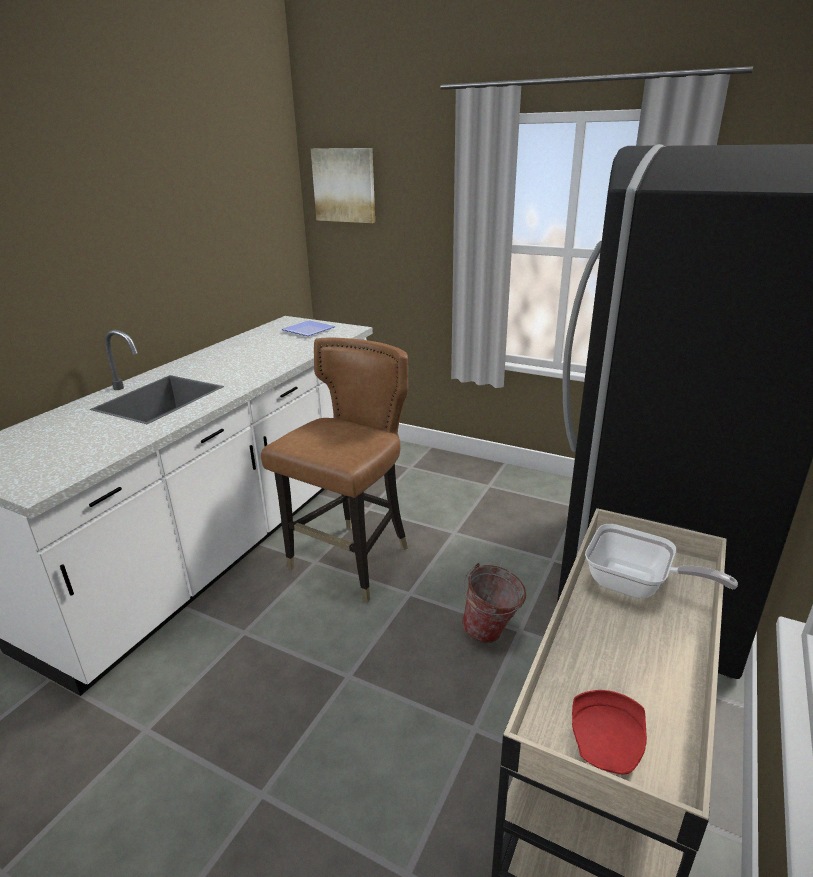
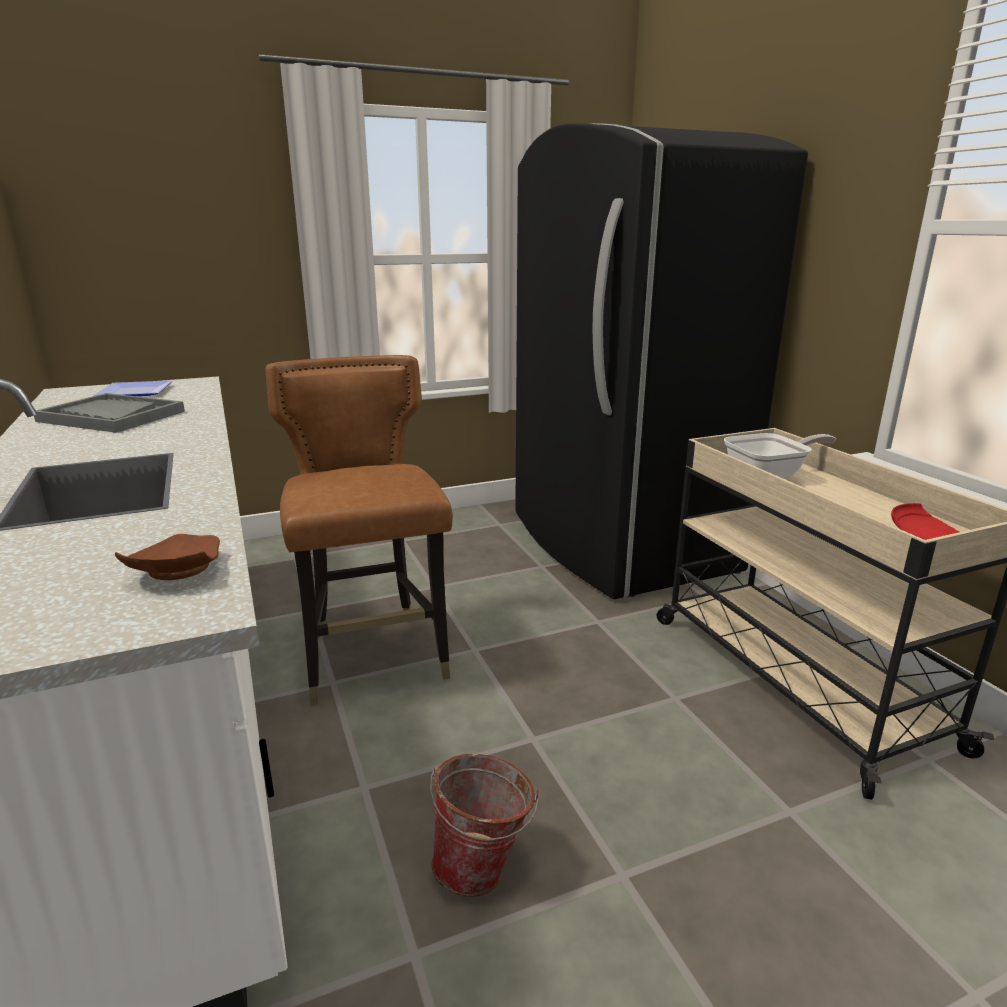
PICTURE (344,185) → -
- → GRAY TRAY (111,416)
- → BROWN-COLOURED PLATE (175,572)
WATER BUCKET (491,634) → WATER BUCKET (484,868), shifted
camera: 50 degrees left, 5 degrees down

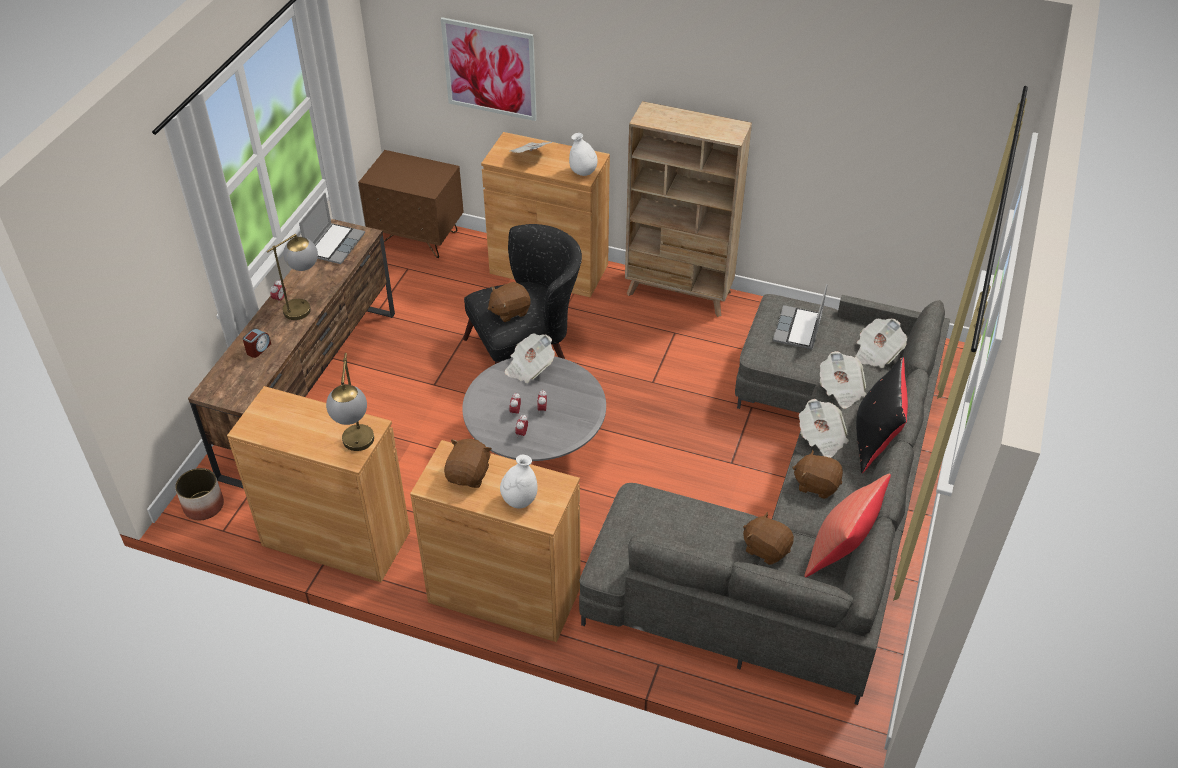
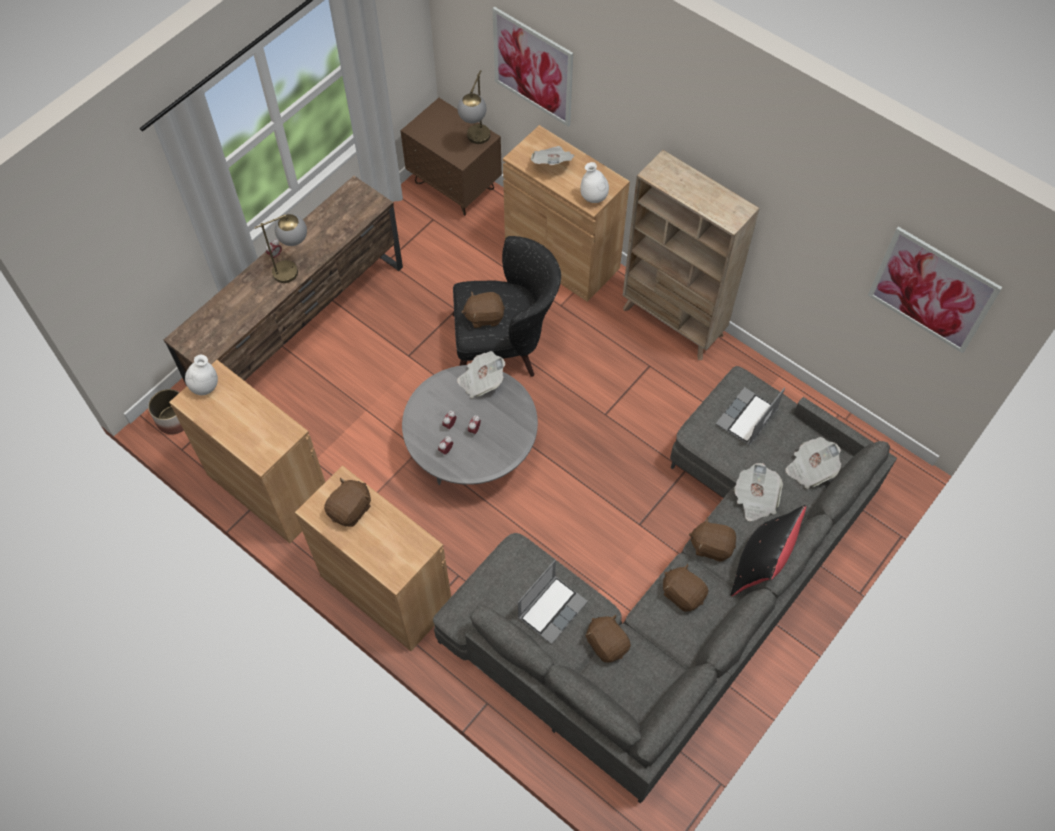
BEDSIDE CLOCK (258,349) → -
REDDISH PILLOW (840,550) → -
- → PICTURE (932,290)
NOTEBOOK COMPUTER (335,244) → NOTEBOOK COMPUTER (552,609), shifted
TABLETOP LAMP (358,448) → TABLETOP LAMP (476,142), shifted
WHITISH VASE (519,500) → WHITISH VASE (205,387), shifted
DAILY PAPER (821,438) → BROWN-COLOURED SOFT TOY (711,546)
camera: 20 degrees right, 15 degrees up

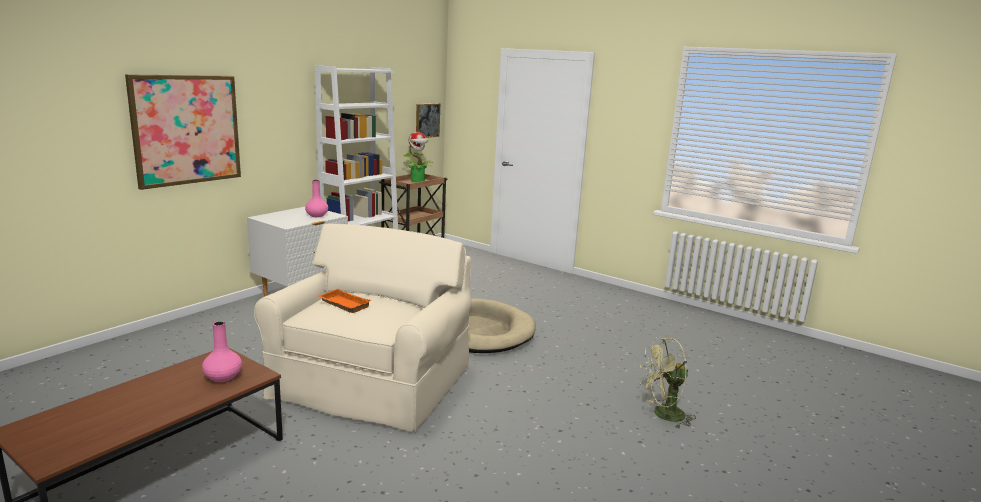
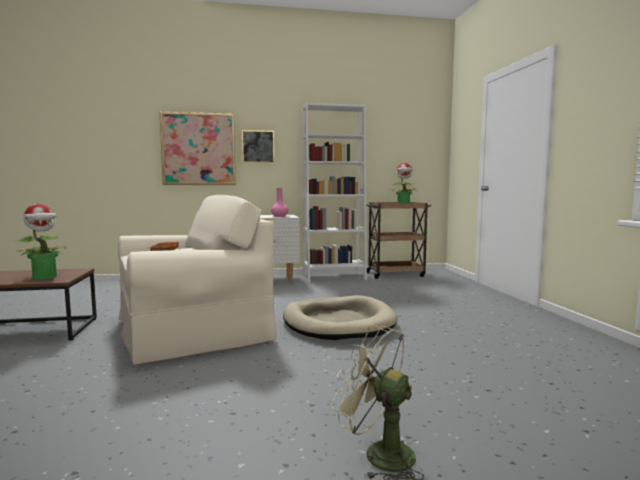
PICTURE (427,120) → PICTURE (258,146), shifted
PINKISH VASE (223,377) → PLANT IN A POT (45,277)
camera: 45 degrees right, 10 degrees down

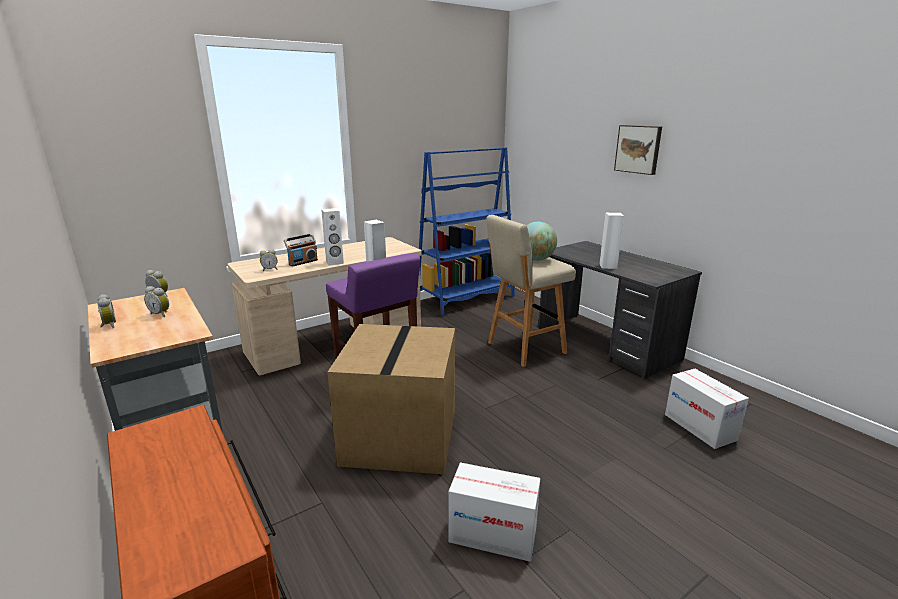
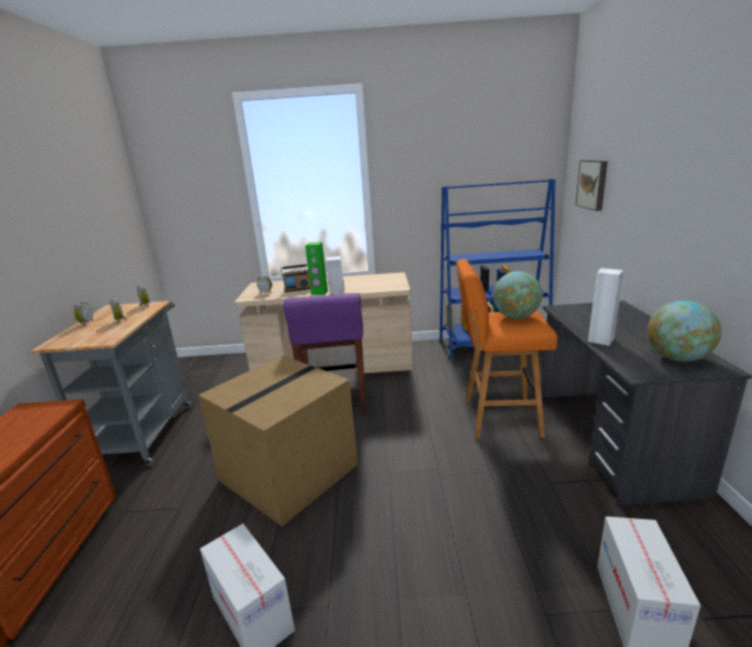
- → GLOBE (677,358)
PICTURE (638,149) → PICTURE (593,184), shifted
WHITISH LOUDSPEAKER (335,262) → GREEN LOUDSPEAKER (319,293)
SAND-COLOURED STOOL SEAT (524,348) → ORANGE STOOL SEAT (498,417)
camera: 35 degrees right, 0 degrees up

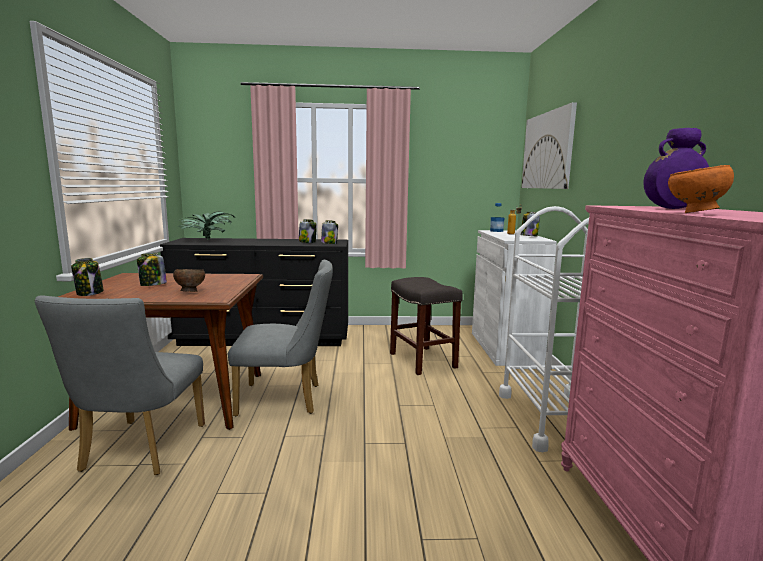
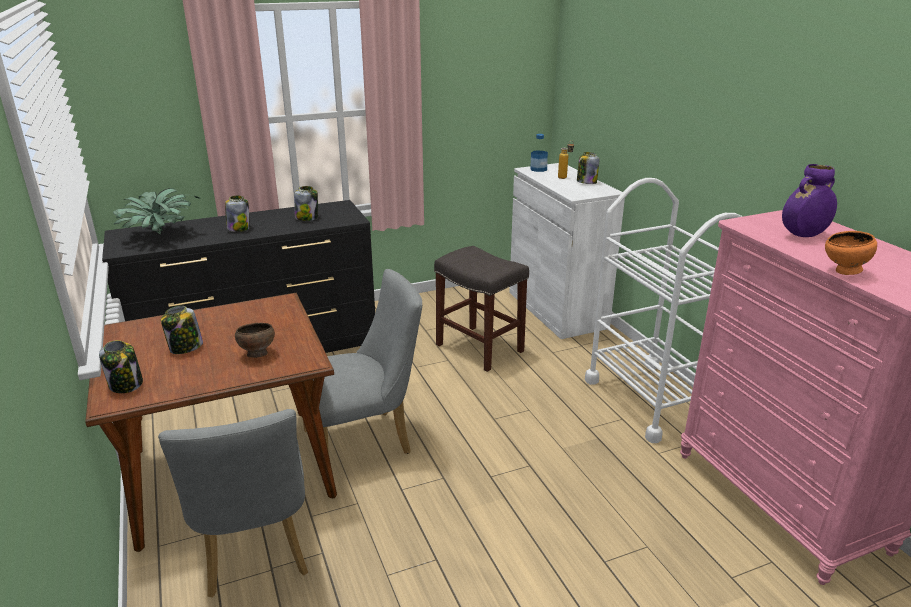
PICTURE (547,151) → -
STORAGE JAR (329,243) → STORAGE JAR (239,228), shifted
camera: 20 degrees left, 15 degrees up

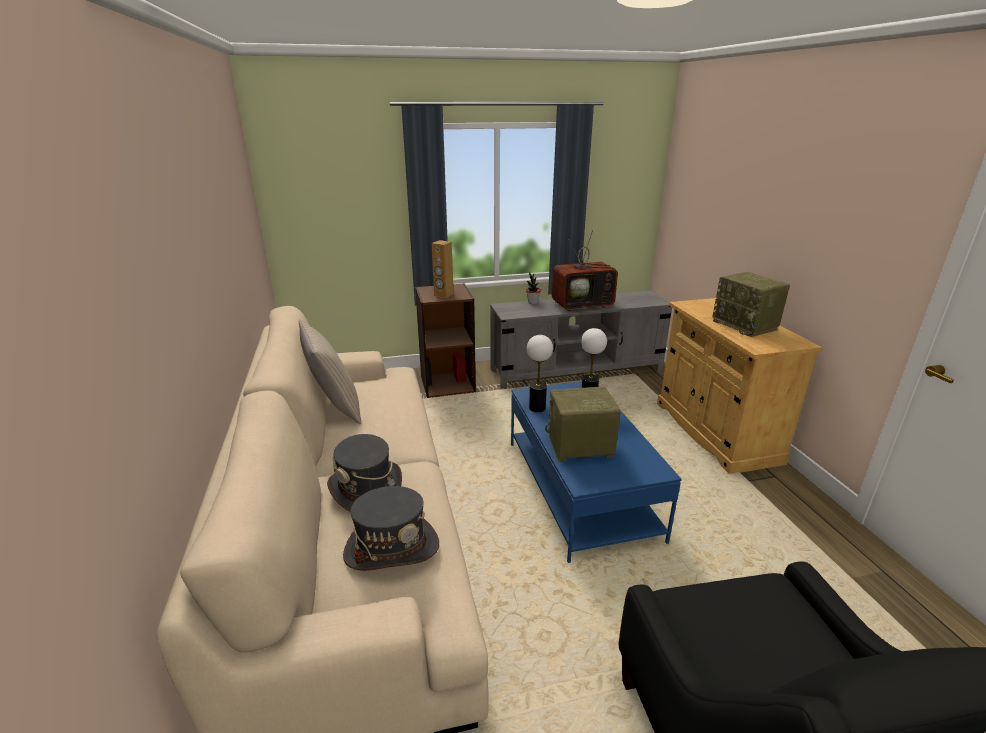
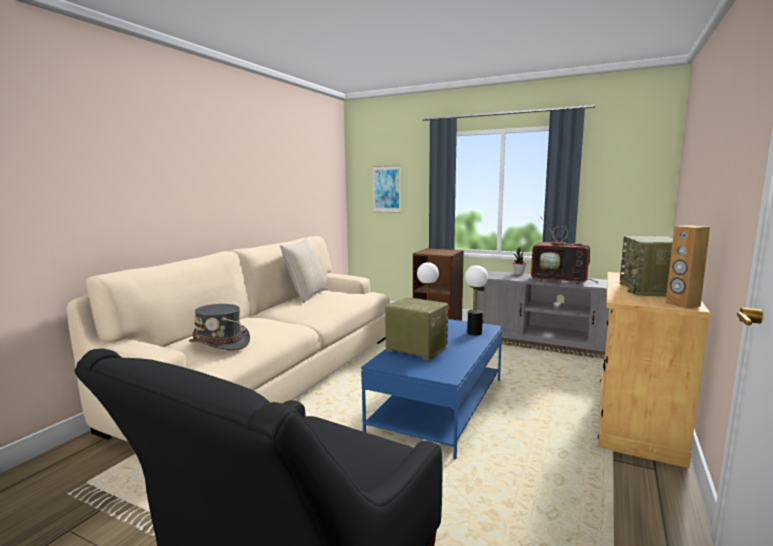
GRAY WEARABLE HAT (366,490) → -
- → PICTURE (386,189)
BROWN-COLOURED LOUDSPEAKER (443,295) → BROWN-COLOURED LOUDSPEAKER (682,304), shifted
camera: 40 degrees right, 15 degrees down

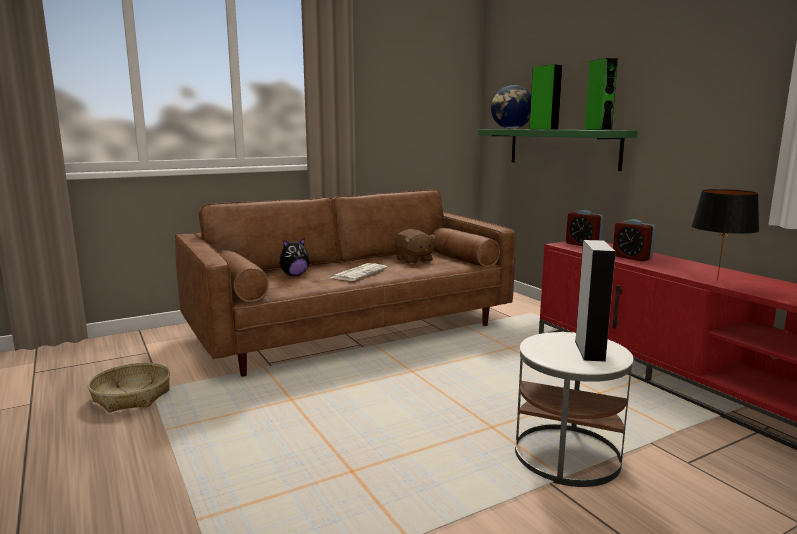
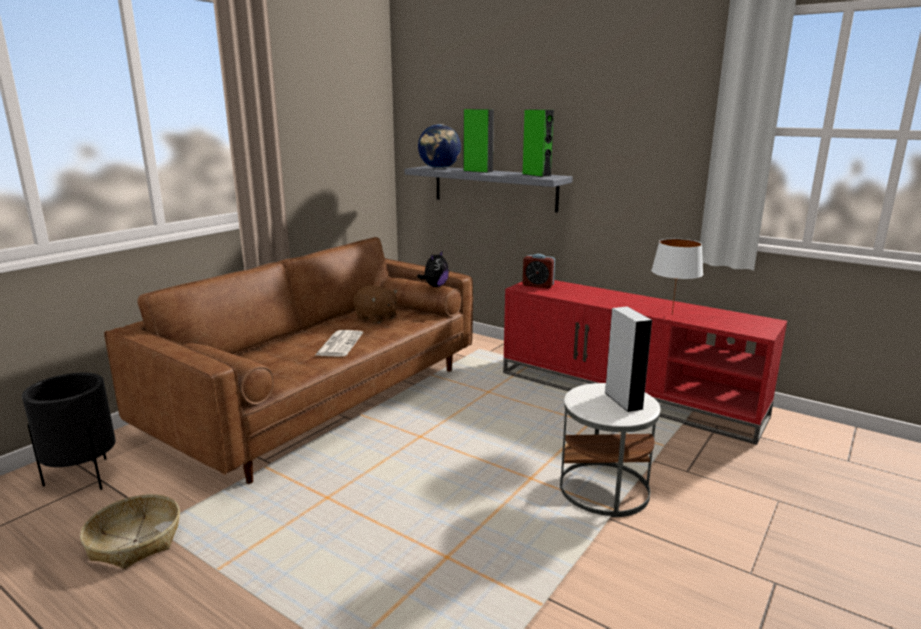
BEDSIDE CLOCK (632,257) → -
- → BLACKISH FLOWER POT (84,477)
SOFT TOY (294,275) → SOFT TOY (435,286), shifted
GREEN WALL SHELF (562,148) → GRAY WALL SHELF (494,188)
BLACKISH TABLETOP LAMP (718,280) → WHITISH TABLETOP LAMP (672,314)
camera: 25 degrees left, 5 degrees up

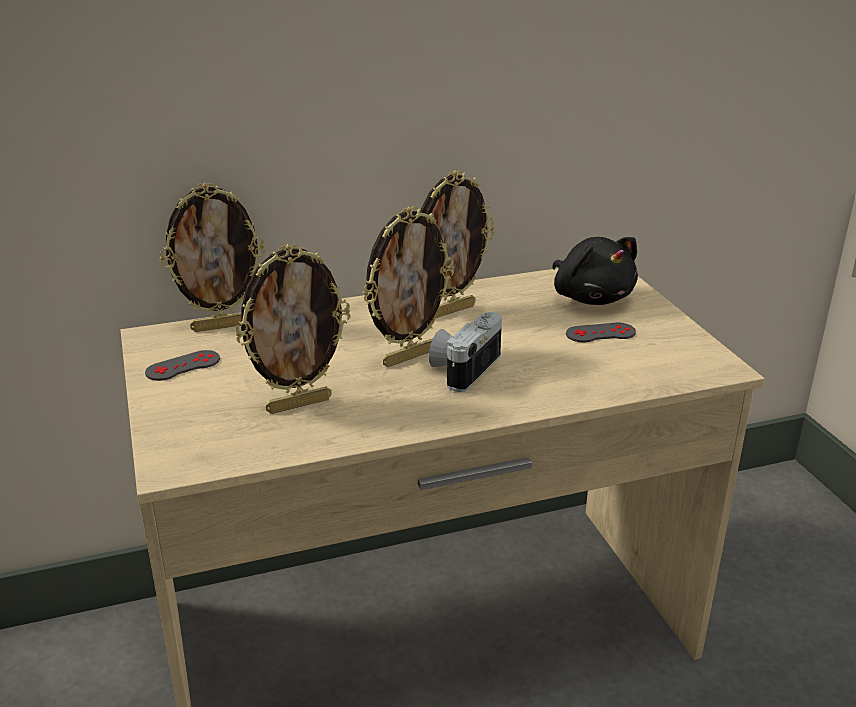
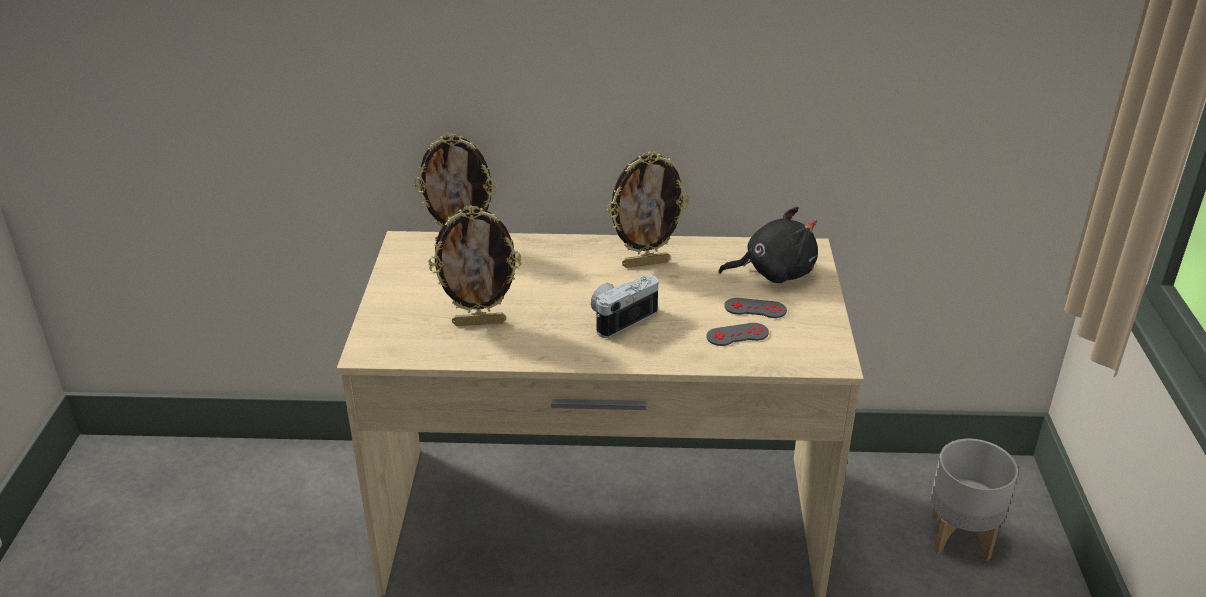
PICTURE FRAME (408,357) → -
- → GRAY FLOWER POT (961,537)
GRAY GAMEPAD (183,366) → GRAY GAMEPAD (737,335), shifted
BLACKISH SOFT TOY (591,297) → BLACKISH SOFT TOY (774,272), 90 degrees counterclockwise
camera: 20 degrees right, 5 degrees up

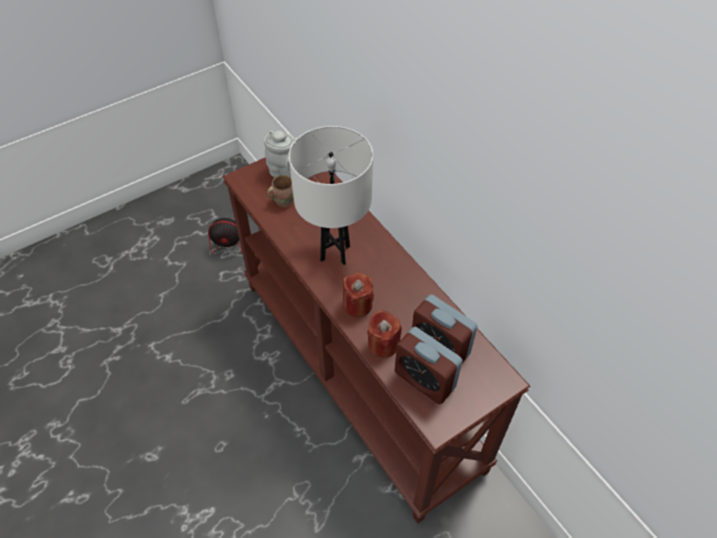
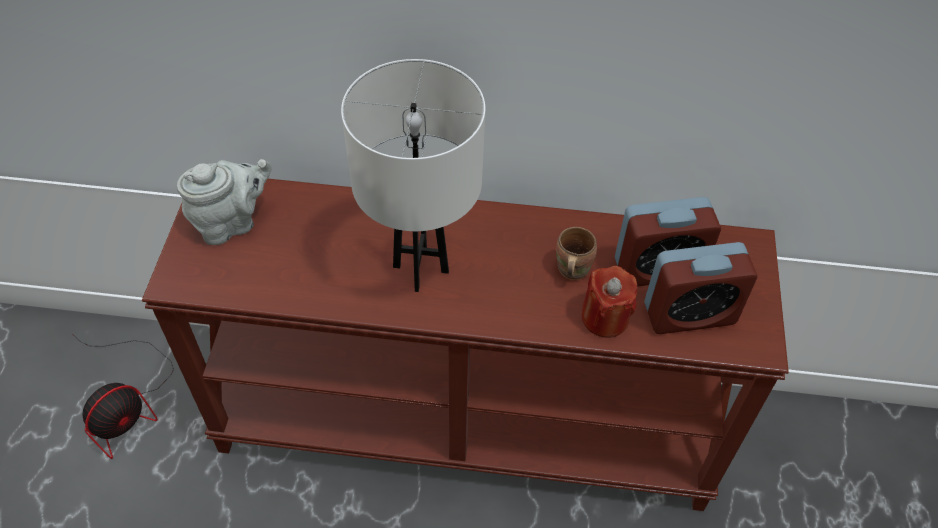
REDDISH WAX CANDLE (357,305) → -
BROWN-COLOURED MUG (282,200) → BROWN-COLOURED MUG (570,270), shifted
camera: 50 degrees left, 0 degrees up

